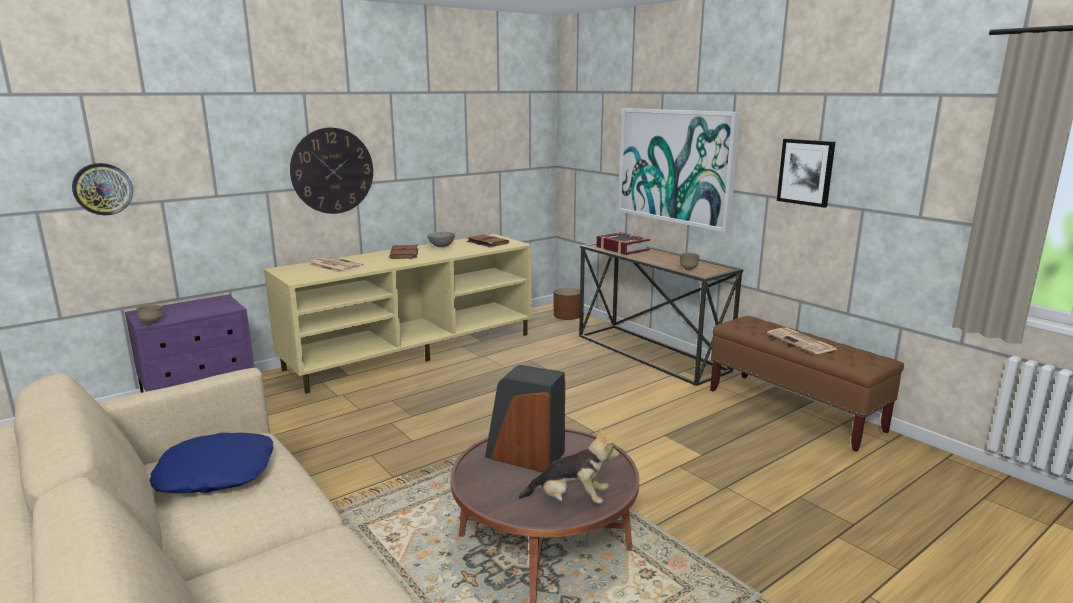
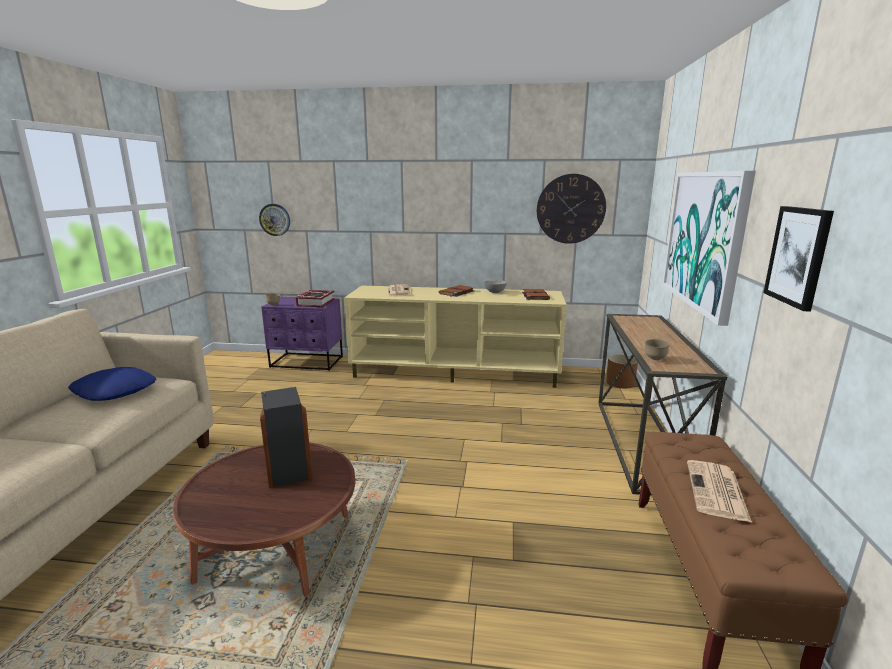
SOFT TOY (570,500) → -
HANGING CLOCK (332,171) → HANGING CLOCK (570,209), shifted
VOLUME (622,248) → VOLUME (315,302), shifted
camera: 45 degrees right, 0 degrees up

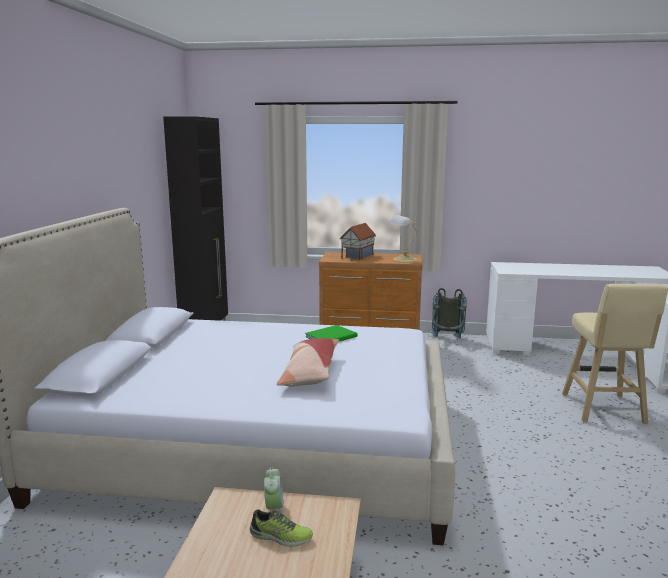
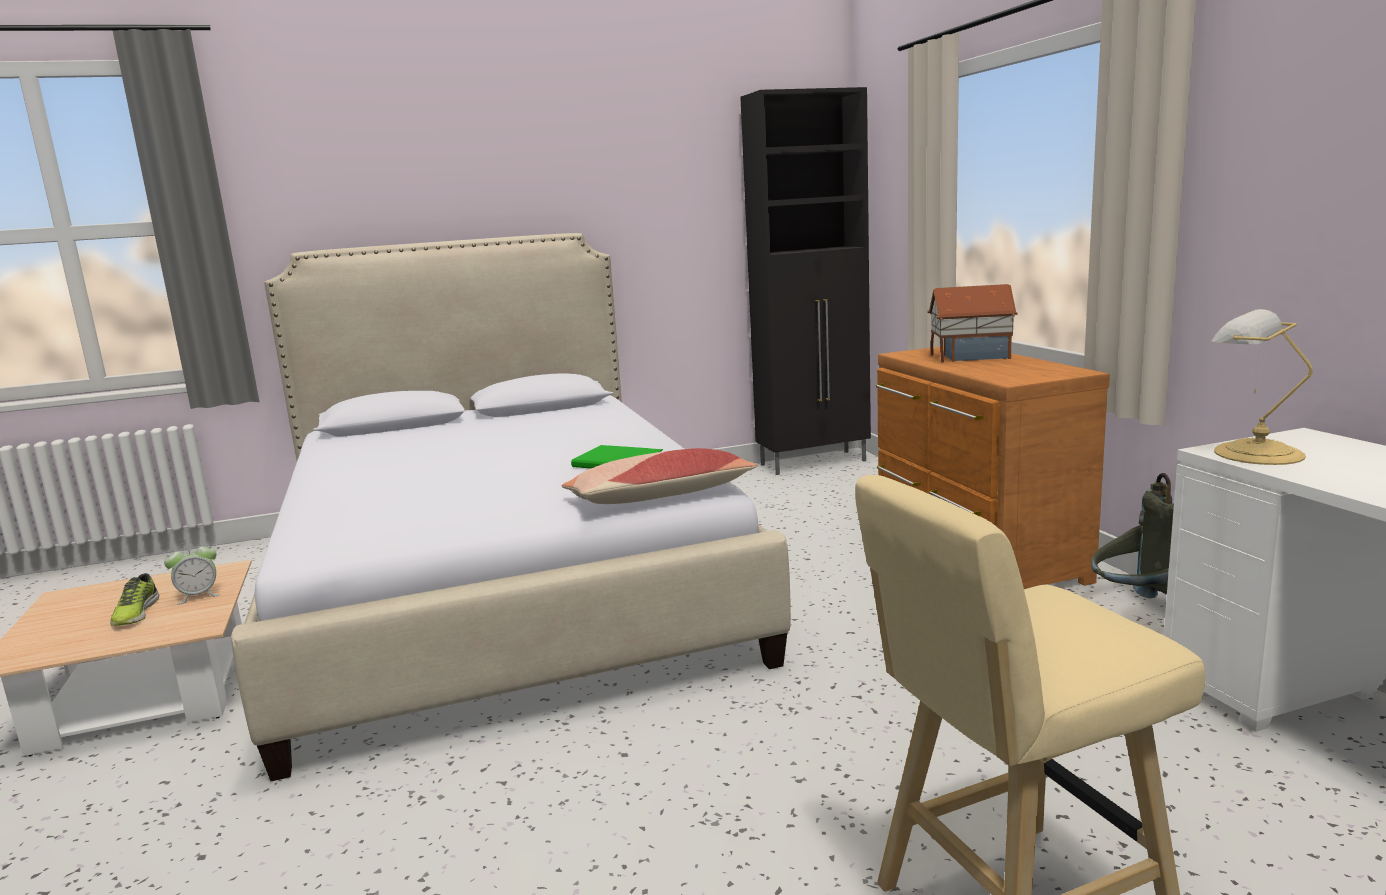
PILLOW (310,372) → PILLOW (659,496), shifted
TABLETOP LAMP (404,260) → TABLETOP LAMP (1253,453), shifted
camera: 65 degrees right, 0 degrees up

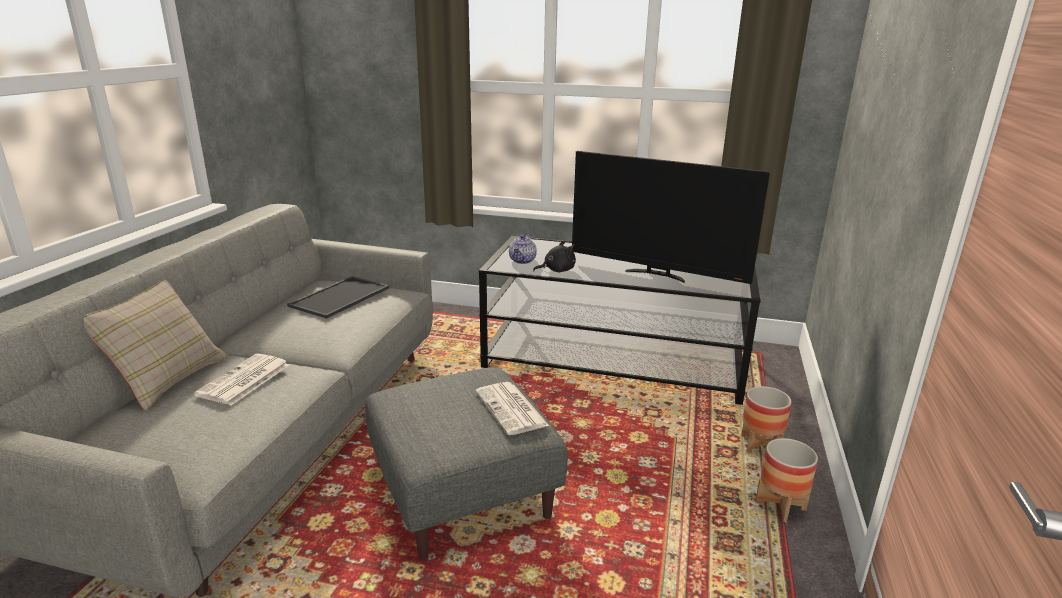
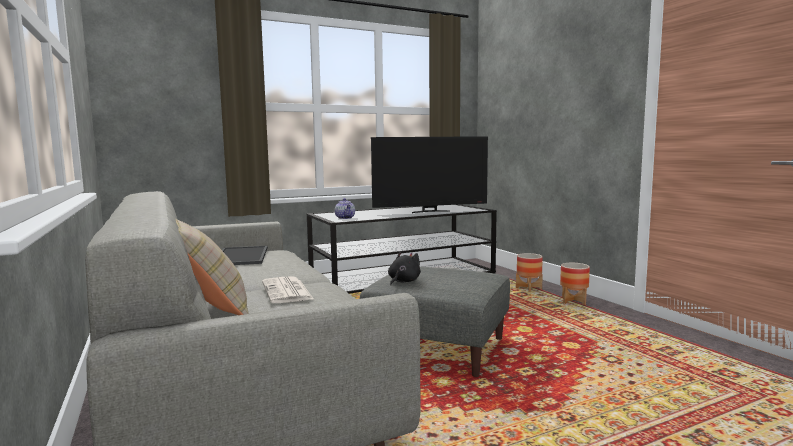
DAILY PAPER (512,409) → -
BLACKISH SOFT TOY (557,270) → BLACKISH SOFT TOY (403,281), shifted
camera: 40 degrees left, 15 degrees down

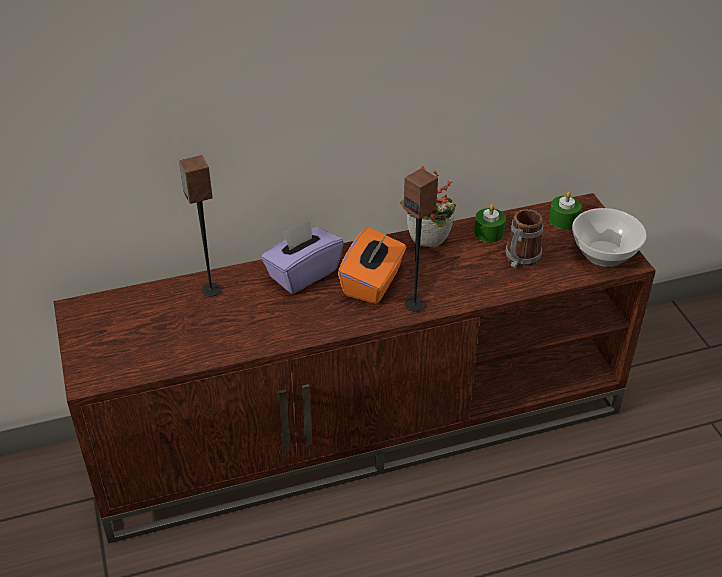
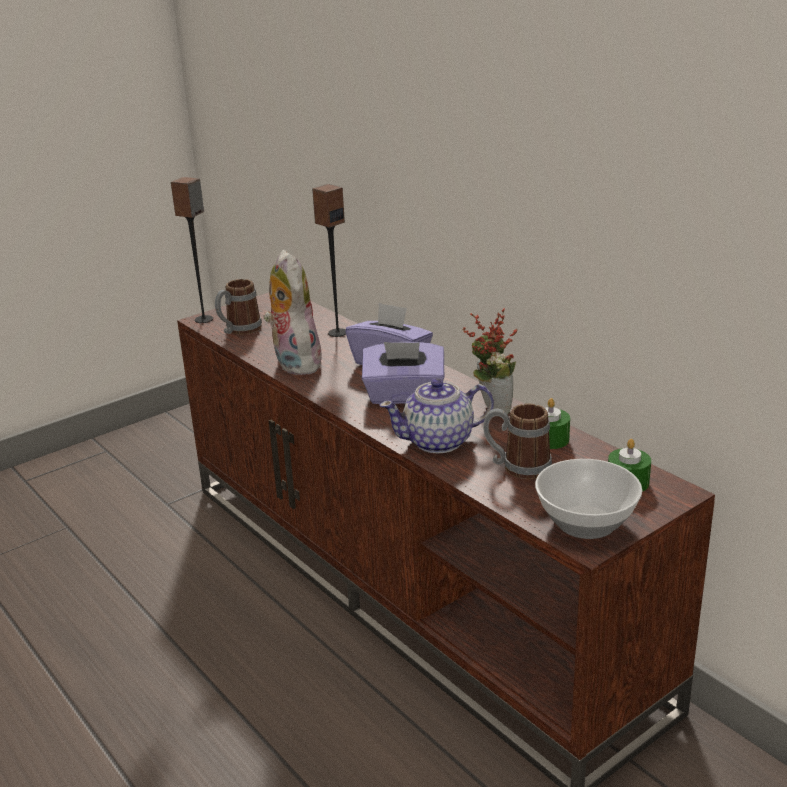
- → MUG (239,330)
- → SOFT TOY (294,363)
- → POT FOR TEA (439,441)
LOUDSPEAKER (415,304) → LOUDSPEAKER (204,319), shifted
ORANGE BOX OF TISSUES (373,283) → PURPLISH BOX OF TISSUES (404,396)
camera: 70 degrees right, 15 degrees down

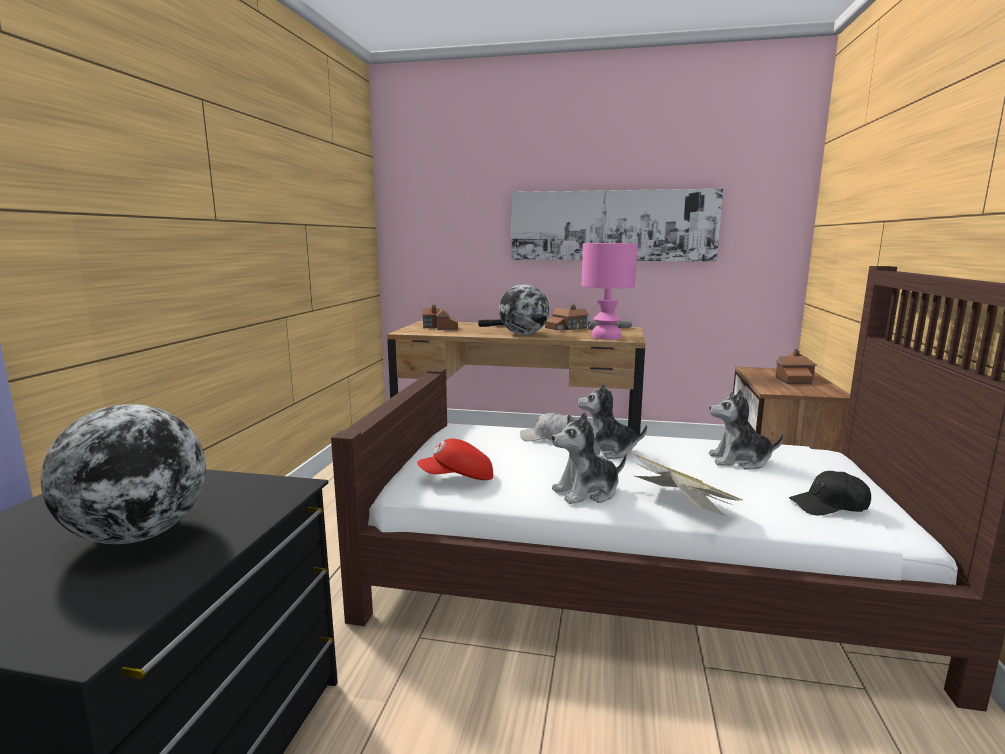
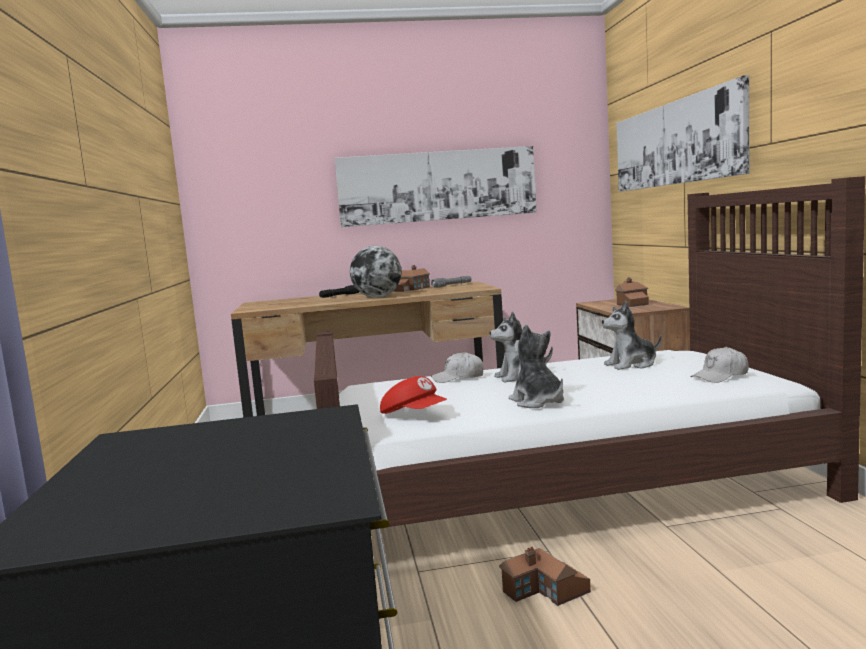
GLOBE (138,535) → -
PINKISH TABLETOP LAMP (605,337) → -
VOLUME (681,504) → -
- → PICTURE (674,143)
TOY HOUSE (440,327) → TOY HOUSE (545,591), shifted
BLACKISH PEAKED CAP (829,505) → WHITISH PEAKED CAP (720,376)
REDDISH PEAKED CAP (458,479) → REDDISH PEAKED CAP (414,415), 105 degrees counterclockwise
SOFT TOY (587,492) → SOFT TOY (537,402), 105 degrees clockwise
camera: 20 degrees left, 5 degrees down

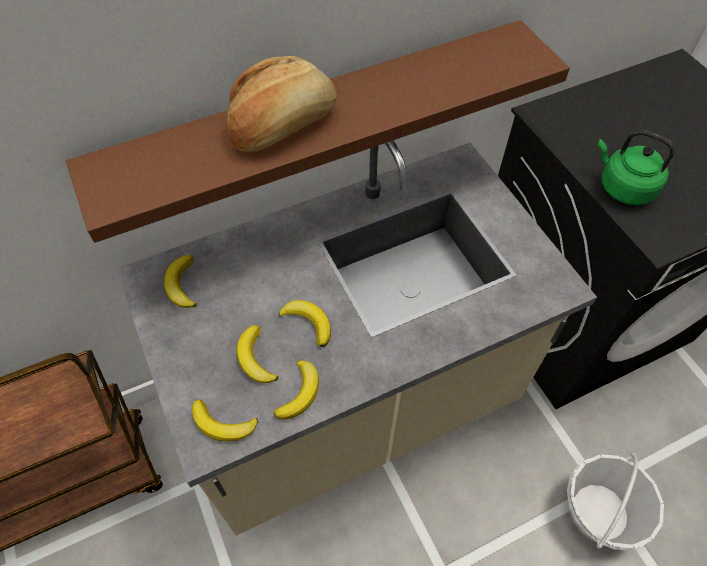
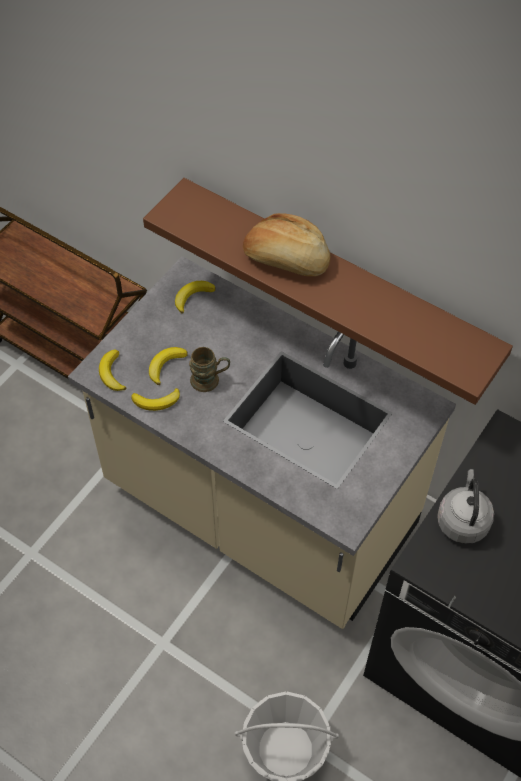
BANANA FRUIT (308,323) → BROWN-COLOURED MUG (210,380)
GREEN TEA KETTLE (623,187) → GRAY TEA KETTLE (462,520)
camera: 60 degrees right, 0 degrees up

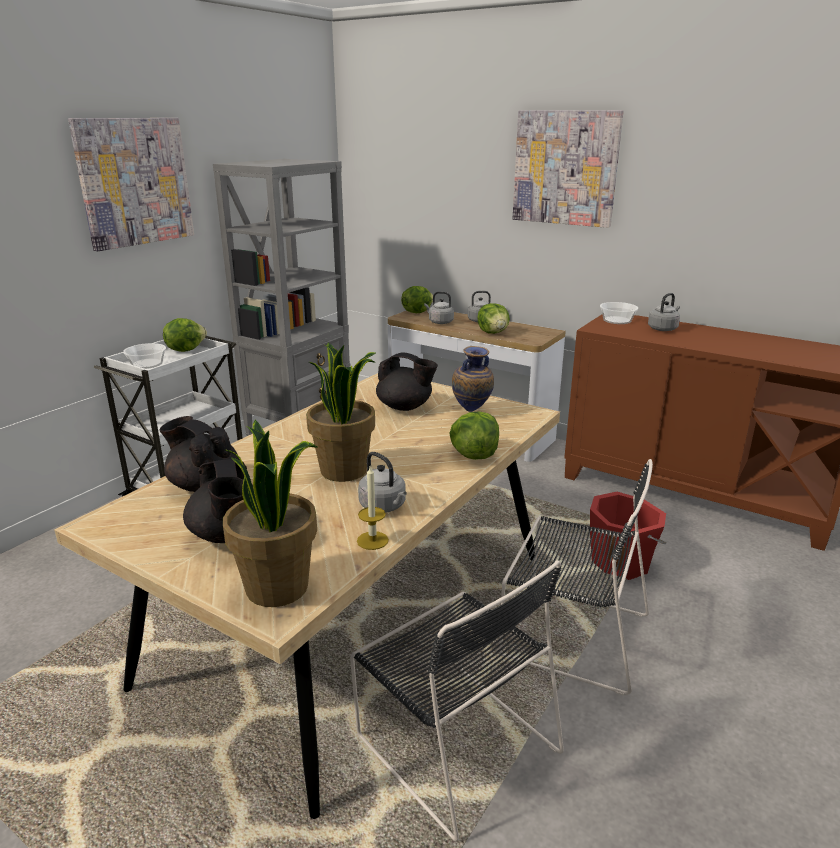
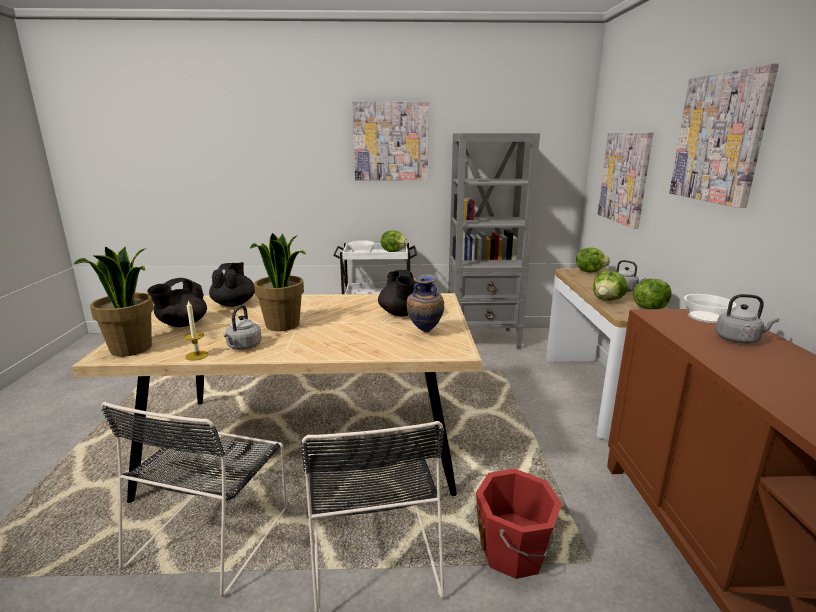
GRAY TEA KETTLE (439,322) → -
- → PICTURE (625,178)
LETTUCE HEAD (474,455) → LETTUCE HEAD (649,308), shifted
camera: 55 degrees right, 5 degrees down

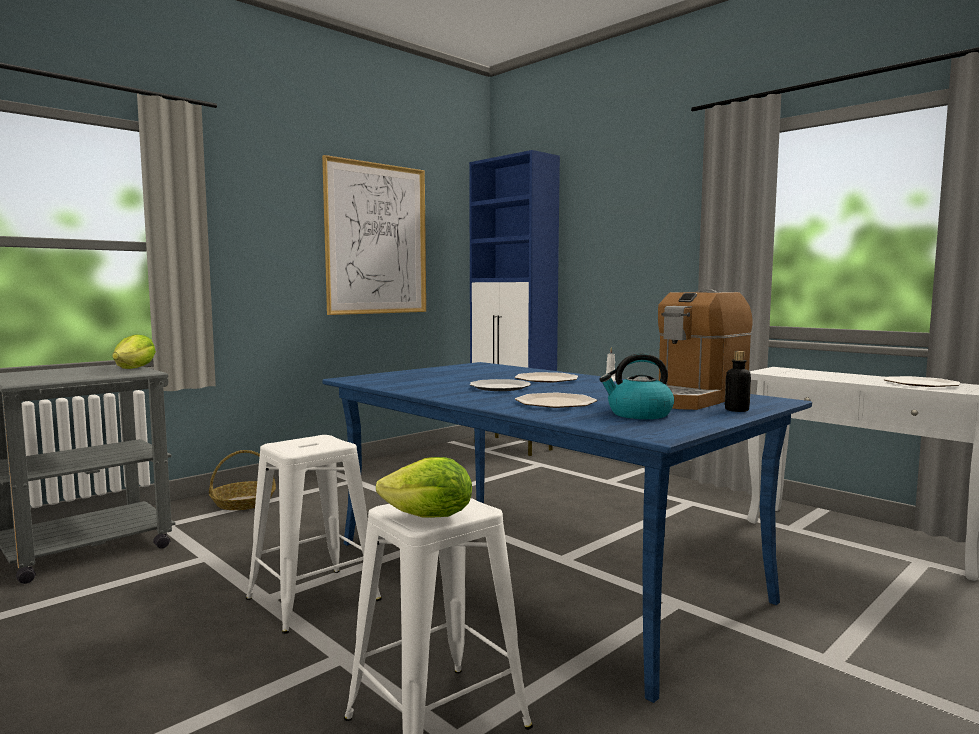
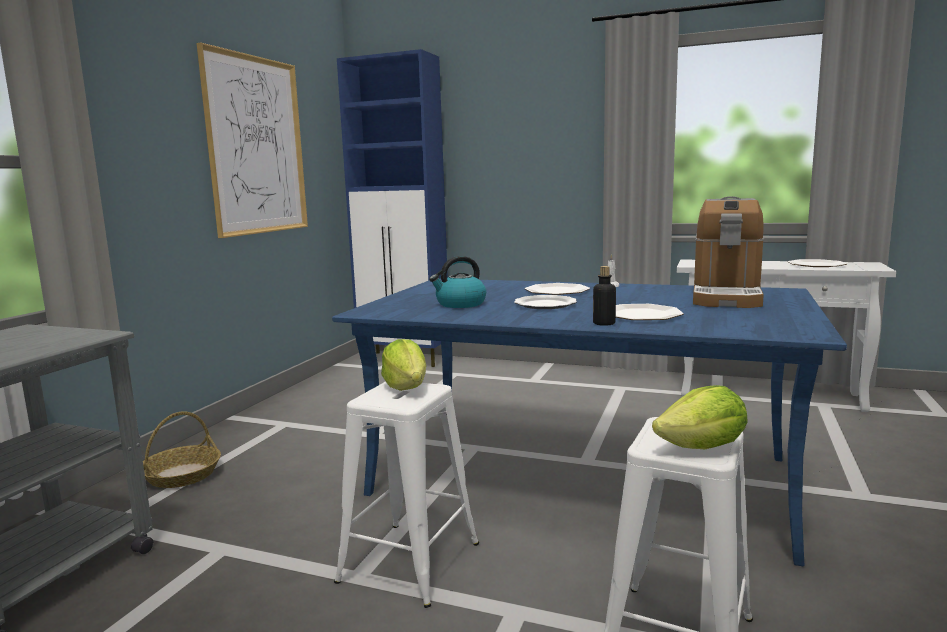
LETTUCE HEAD (135,368) → LETTUCE HEAD (406,387), shifted
TEA KETTLE (638,414) → TEA KETTLE (460,304), shifted
DRINK BOTTLE (736,410) → DRINK BOTTLE (604,323), shifted
camera: 25 degrees left, 5 degrees up

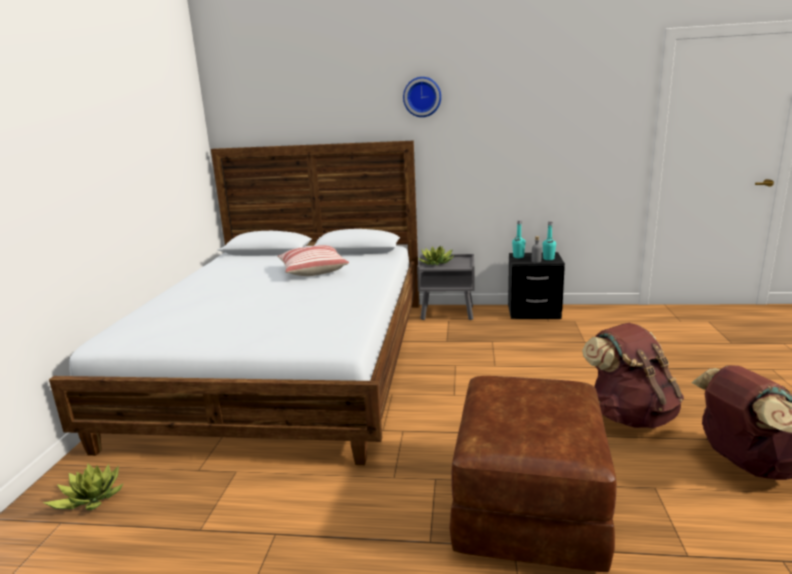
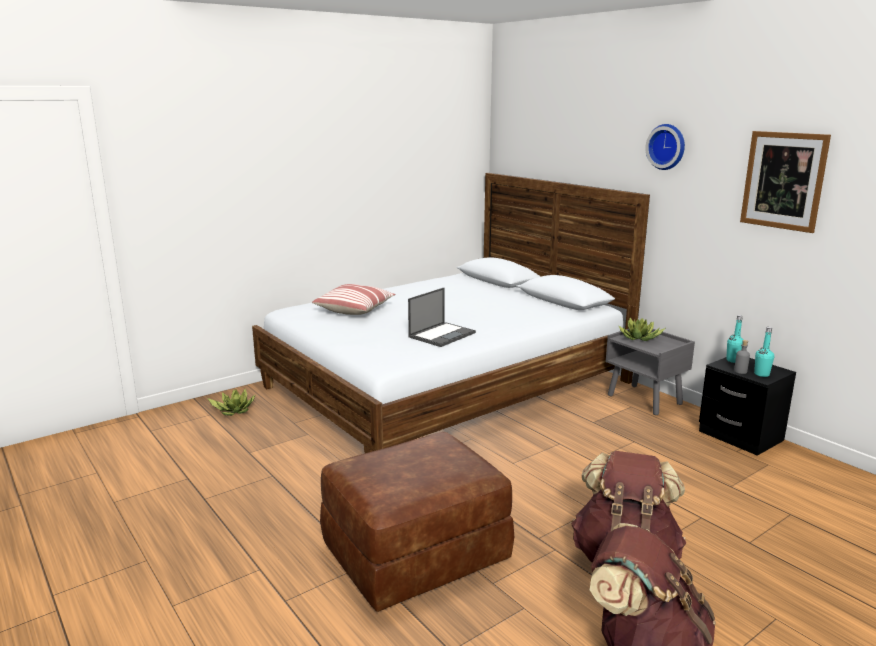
- → NOTEBOOK COMPUTER (442,335)
- → PICTURE (783,180)
PILLOW (312,271) → PILLOW (355,309), shifted
camera: 45 degrees right, 0 degrees up

